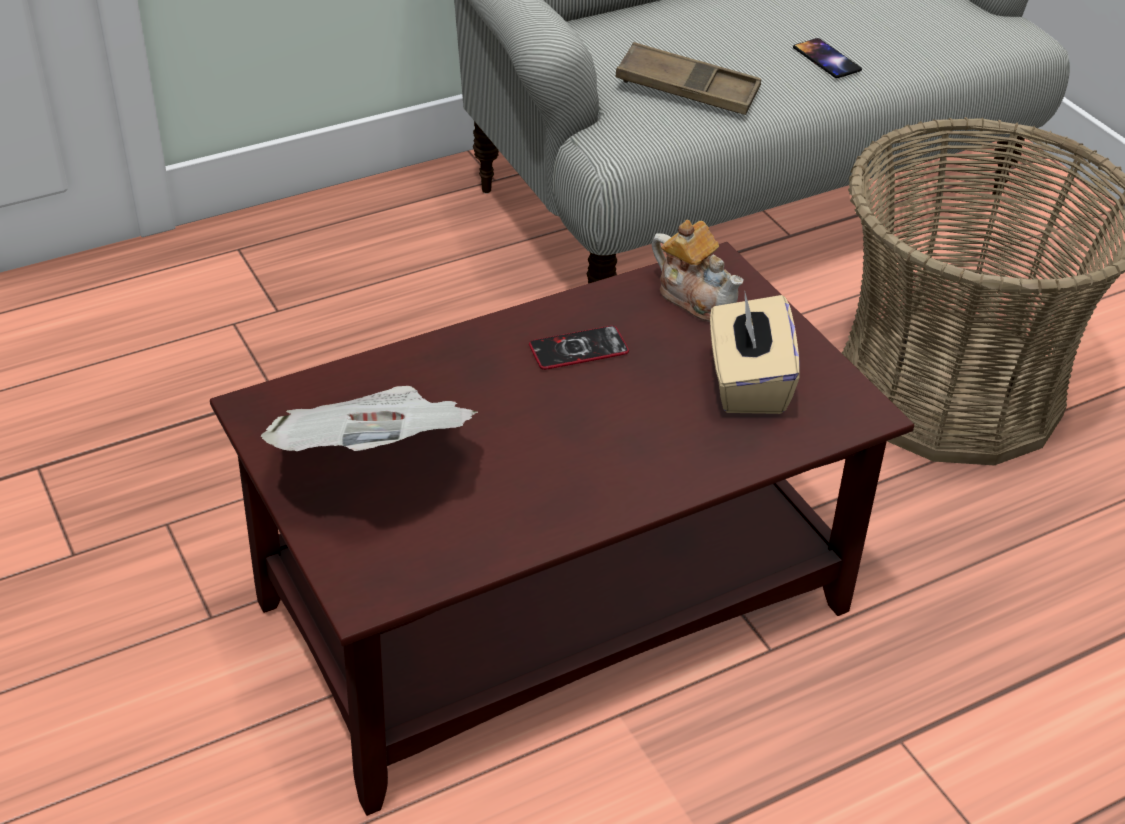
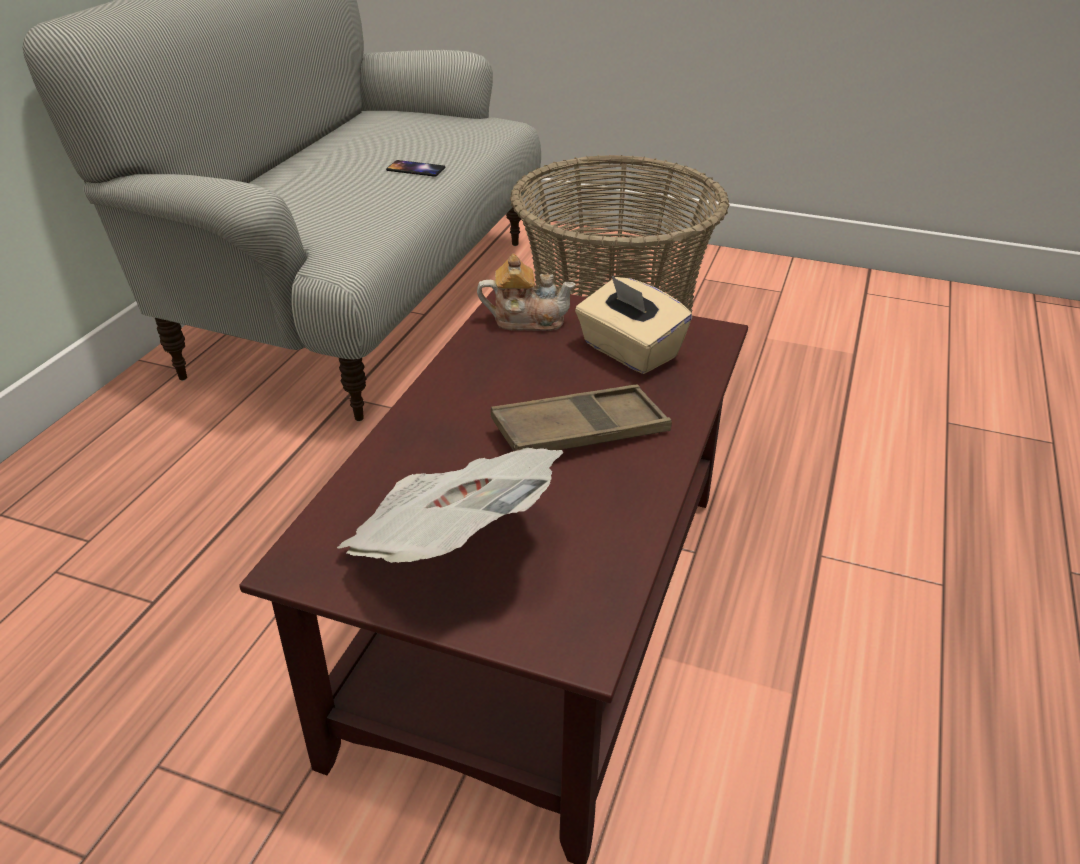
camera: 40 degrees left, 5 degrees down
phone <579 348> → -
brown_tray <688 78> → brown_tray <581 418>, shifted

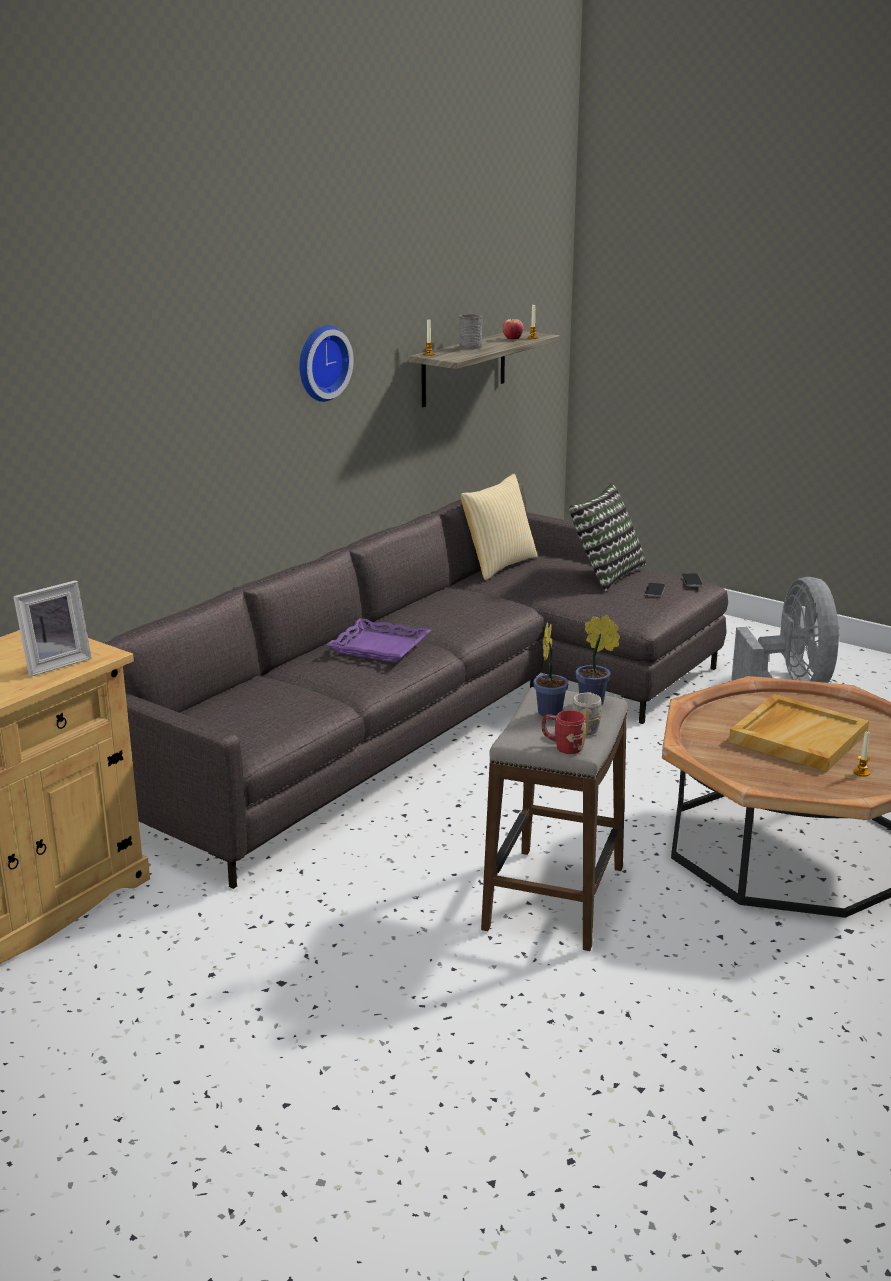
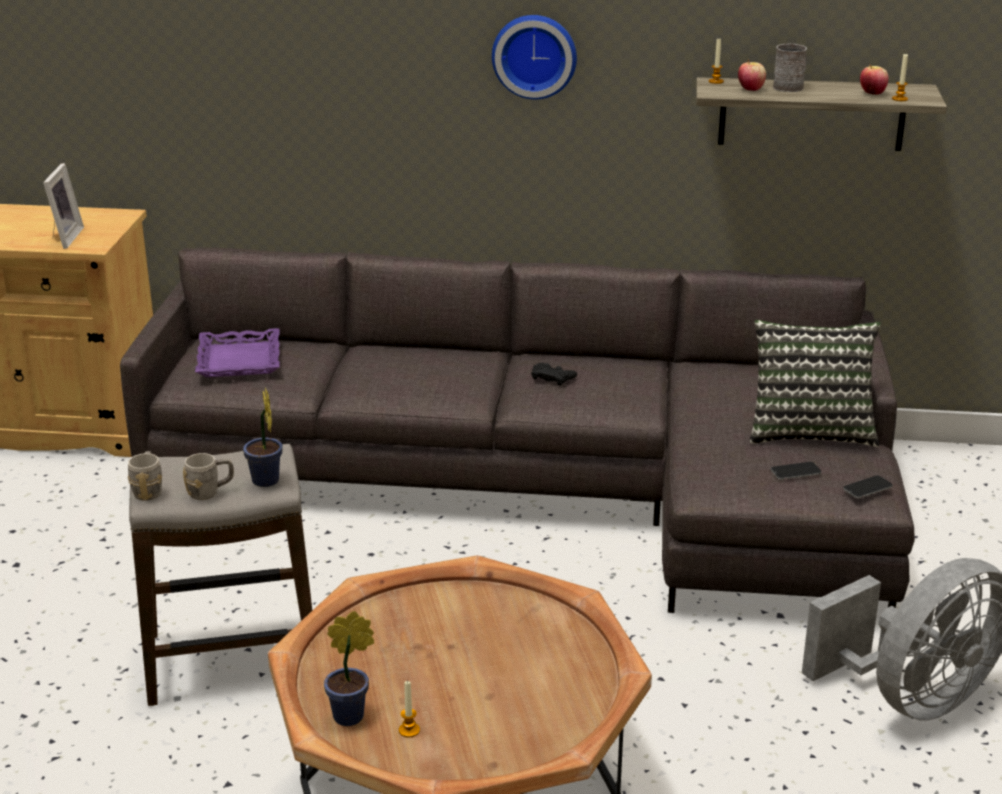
camera: 60 degrees right, 5 degrees up
pillow <499 527> → -
beige_tray <799 733> → -
- → black_game_controller <554 374>
- → apple <752 75>
purple_tray <378 640> → purple_tray <237 352>, shifted
potted_plant <551 669> → potted_plant <349 668>, shifted
red_mug <563 732> → grey_mug <145 476>
picture_frame <52 628> → picture_frame <63 206>, 105 degrees counterclockwise

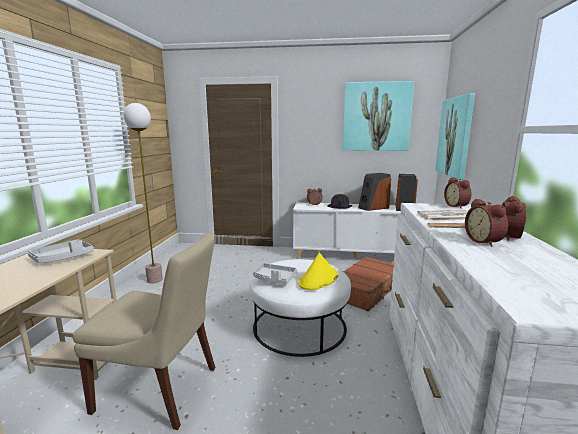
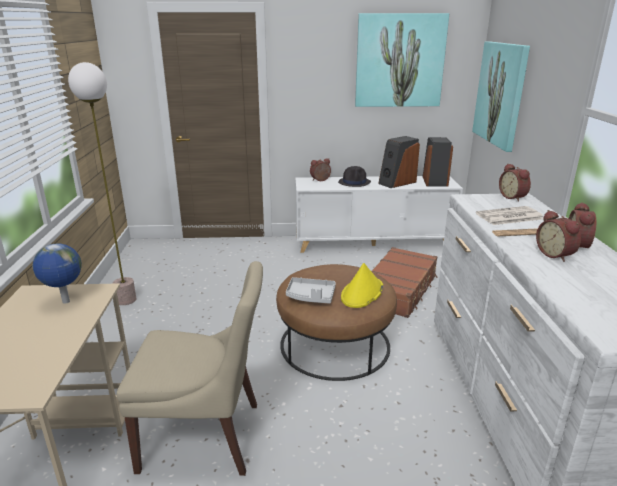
camera: 10 degrees left, 10 degrees up
grey_tray <61 251> → globe <57 274>
white_ottoman <300 308> → brown_ottoman <336 322>

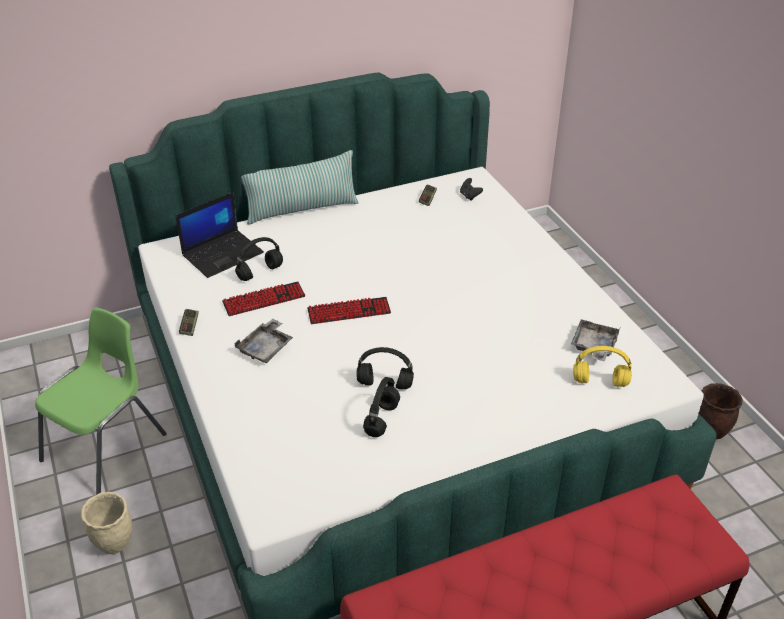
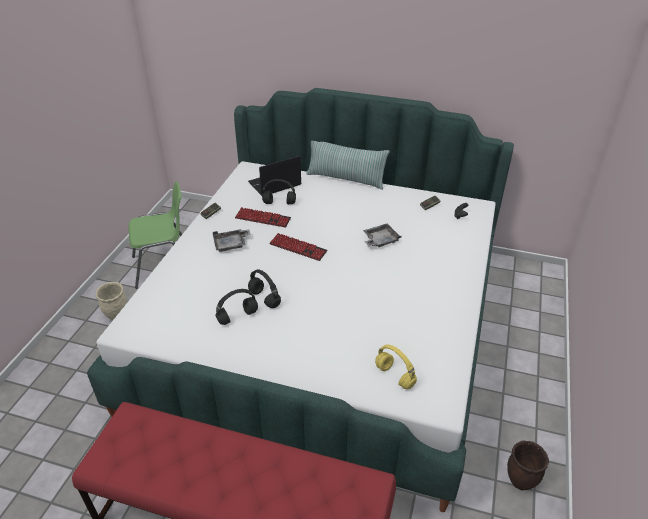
camera: 40 degrees right, 0 degrees up
grey_tray <595 340> → grey_tray <382 235>, shifted
laptop <220 235> → laptop <274 176>, 150 degrees clockwise

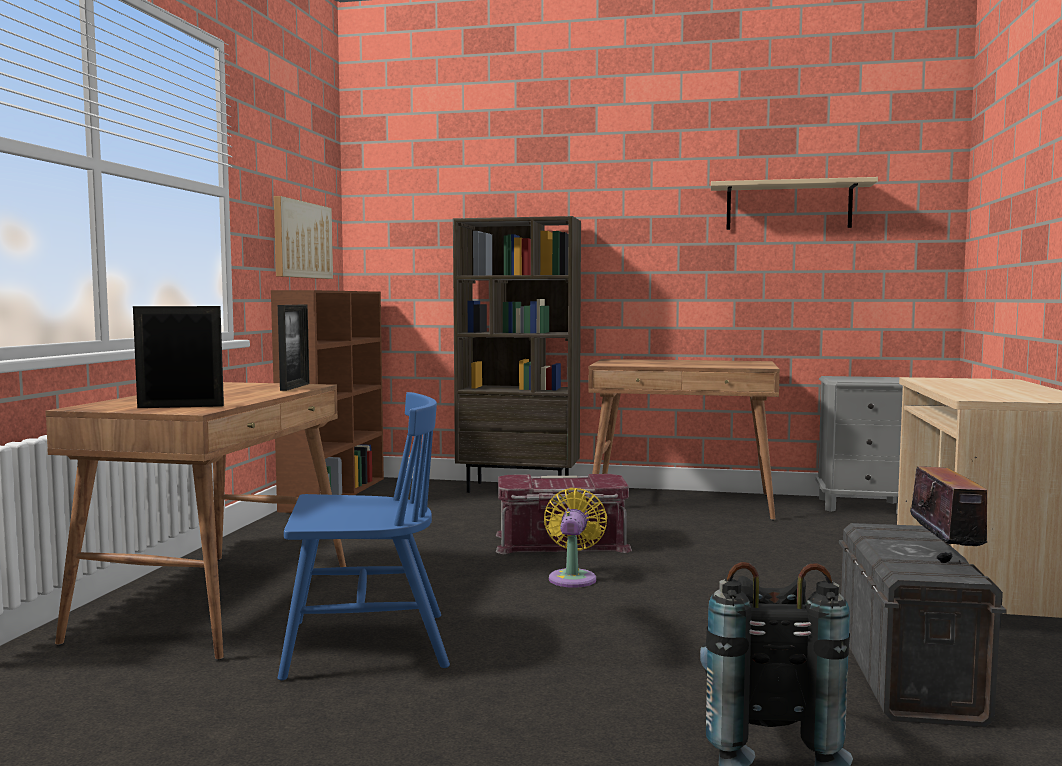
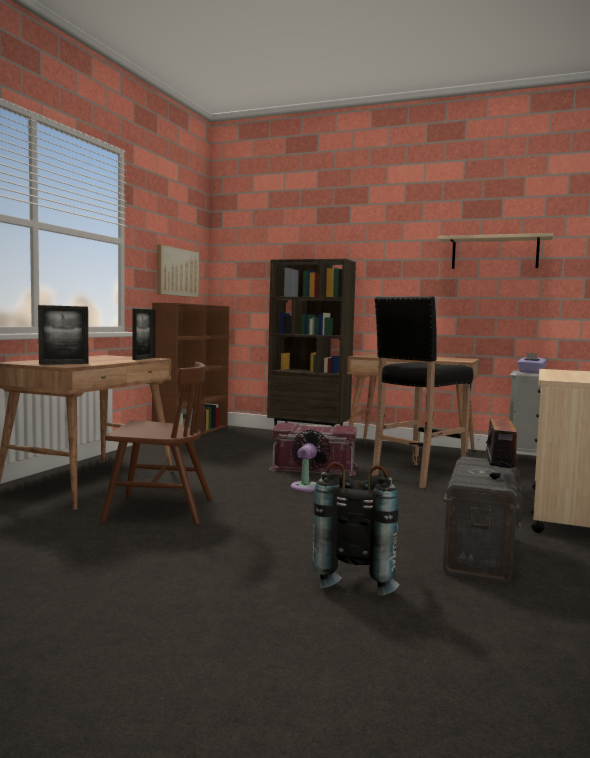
camera: 10 degrees right, 0 degrees up
- → black_stool <422 392>
- → purple_tissue_box <532 363>
blue_chair <364 536> → brown_chair <156 443>
yellow_fan <575 538> → black_fan <311 461>
picture_frame <178 357> → picture_frame <63 335>, 150 degrees clockwise

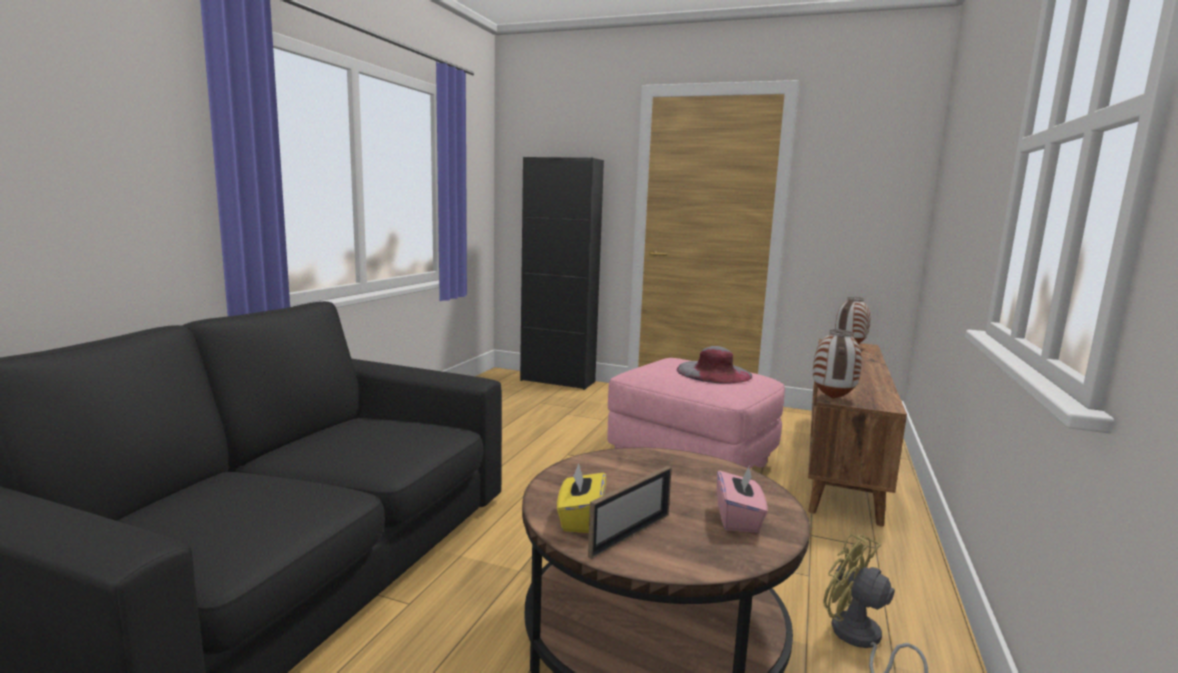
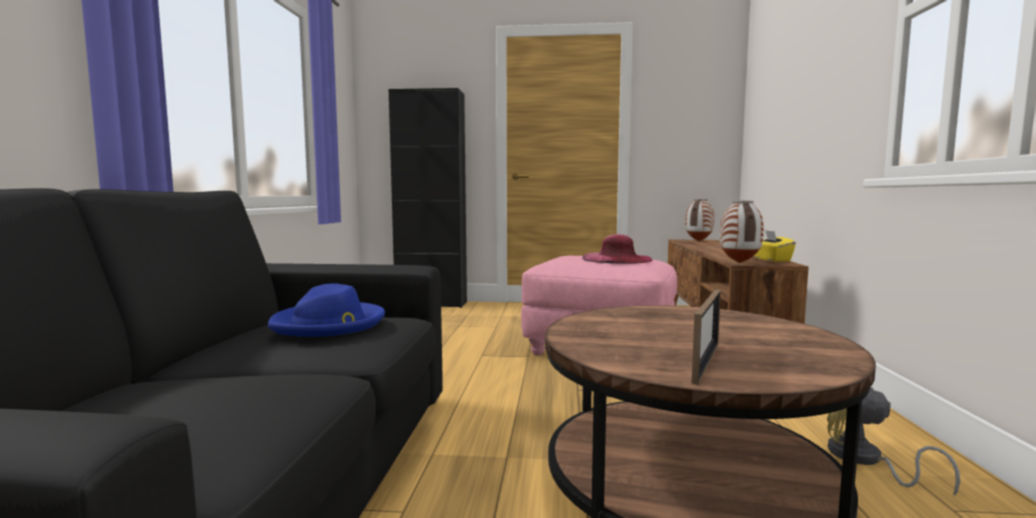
camera: 15 degrees left, 5 degrees down
pink_tissue_box <742 500> → -
- → blue_hat <326 310>
yellow_tissue_box <581 498> → yellow_tissue_box <775 246>, shifted
grey_hat <714 364> → pink_hat <617 249>

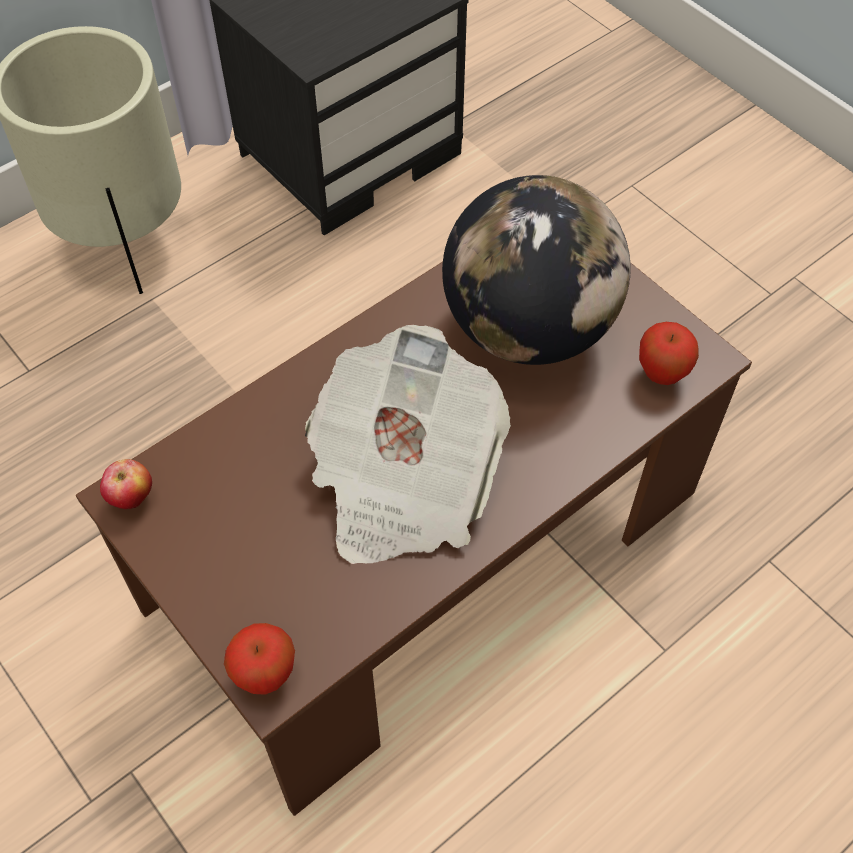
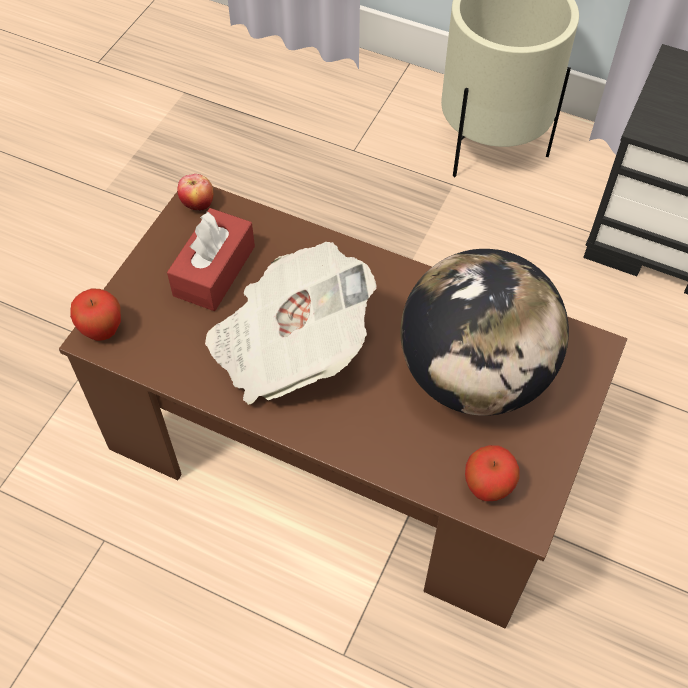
camera: 65 degrees right, 0 degrees up
- → red_tissue_box <211 259>

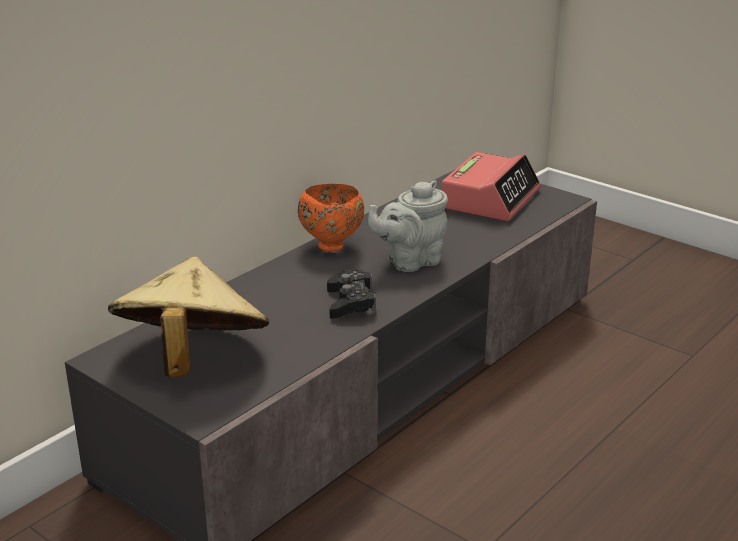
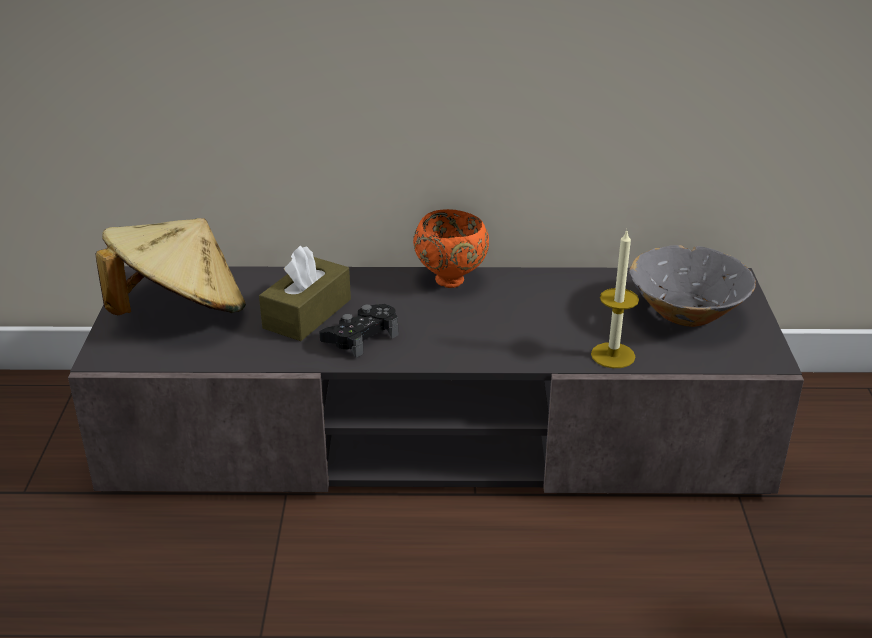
camera: 50 degrees right, 5 degrees up
grey_teapot <408 226> → -
- → brown_tissue_box <305 293>
- → candle <615 299>
alarm_clock <491 186> → grey_bowl <692 286>

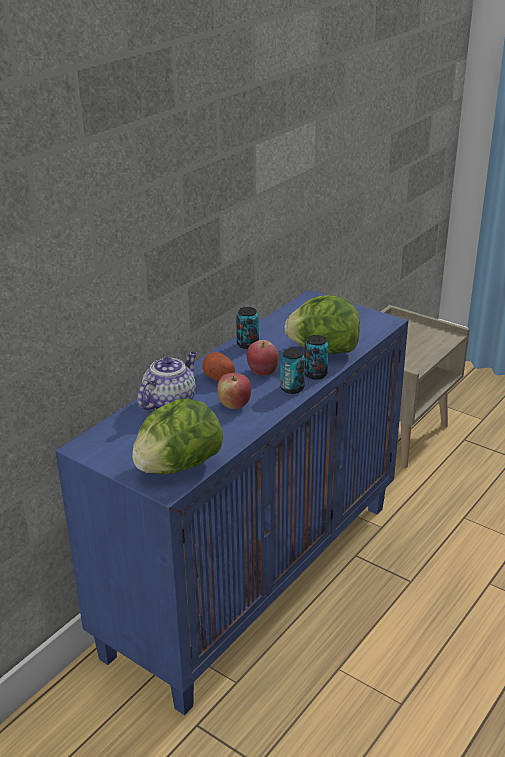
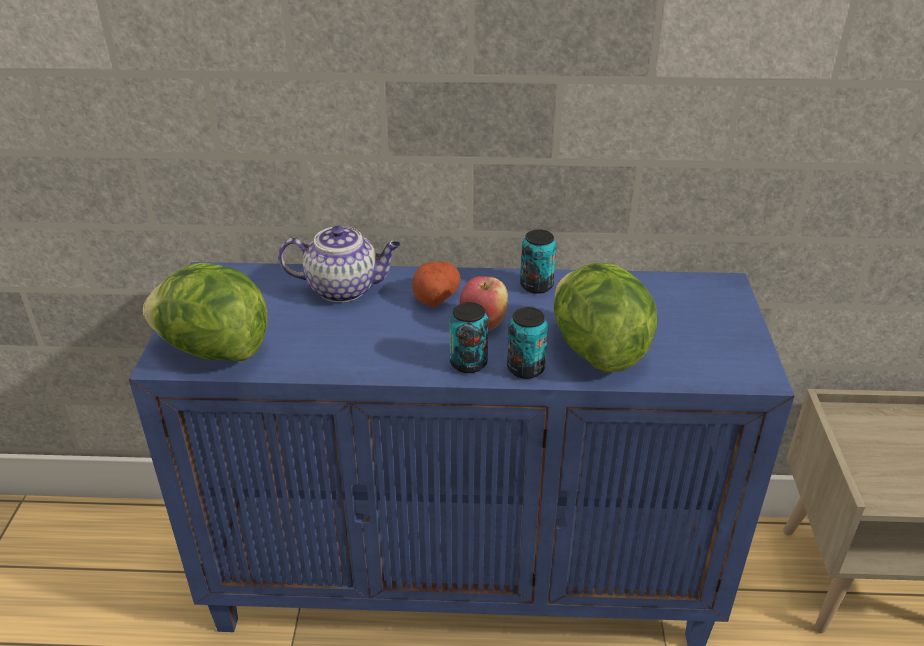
camera: 55 degrees right, 5 degrees up
apple <234 391> → -

